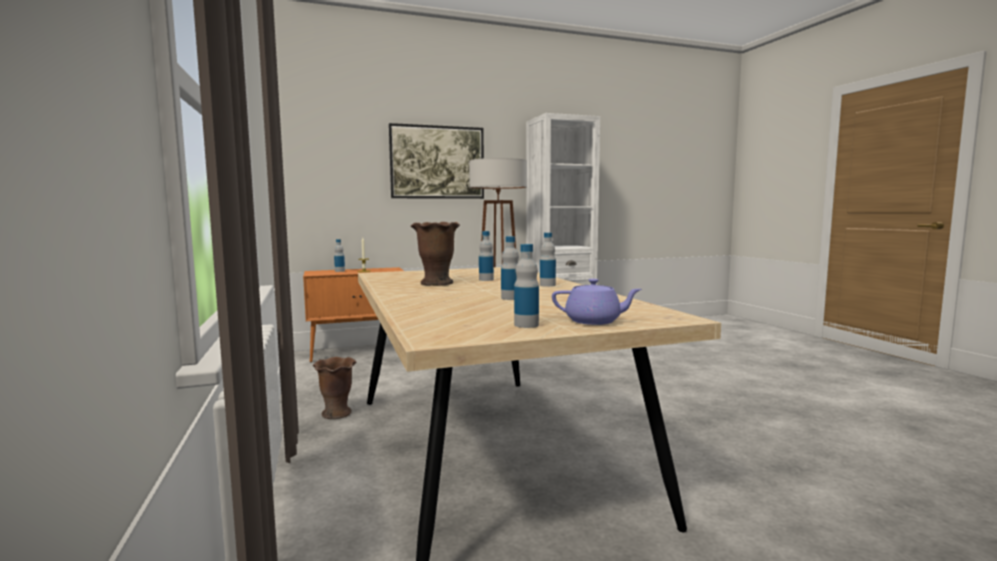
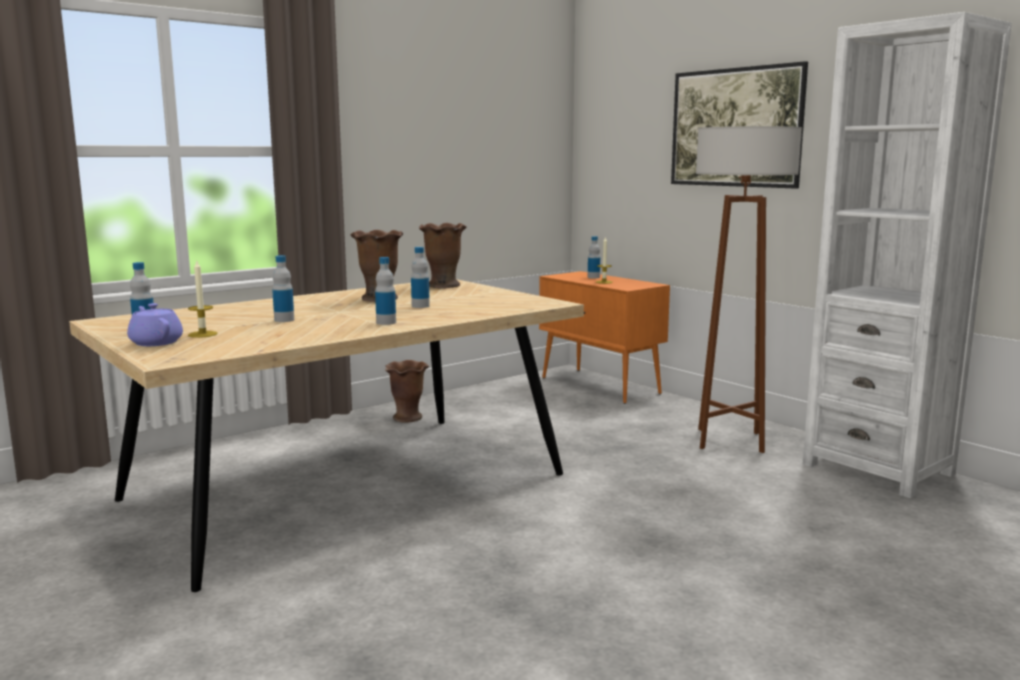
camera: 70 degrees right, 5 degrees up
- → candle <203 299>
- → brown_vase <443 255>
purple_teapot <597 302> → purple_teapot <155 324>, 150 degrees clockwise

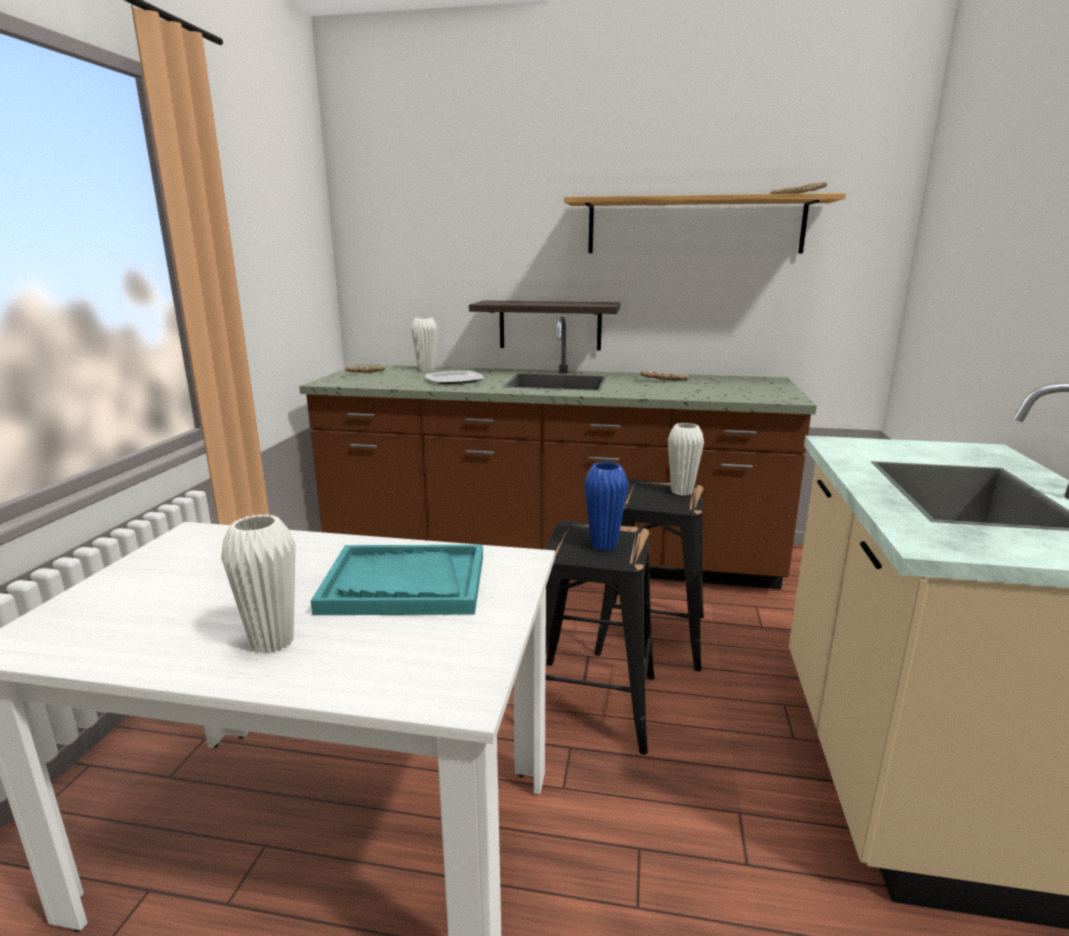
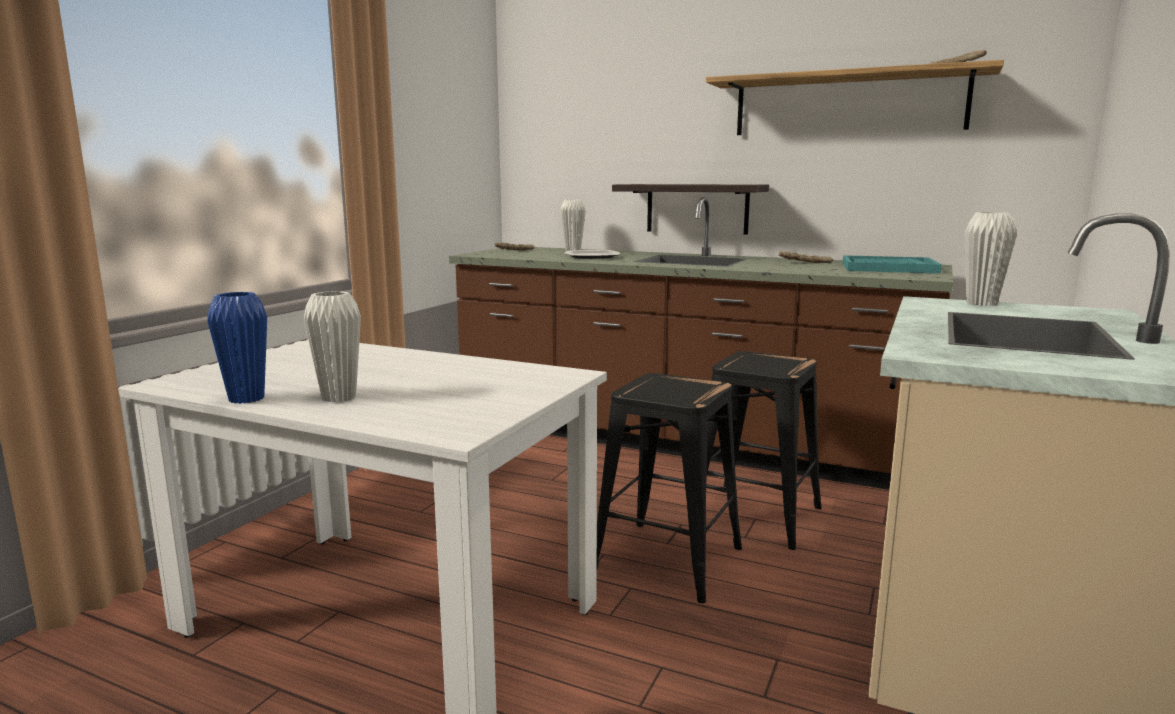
camera: 15 degrees right, 5 degrees down
turquoise_tray <397 580> → turquoise_tray <892 264>, shifted
blue_vase <606 506> → blue_vase <237 348>, shifted
white_vase <686 459> → white_vase <991 259>, shifted

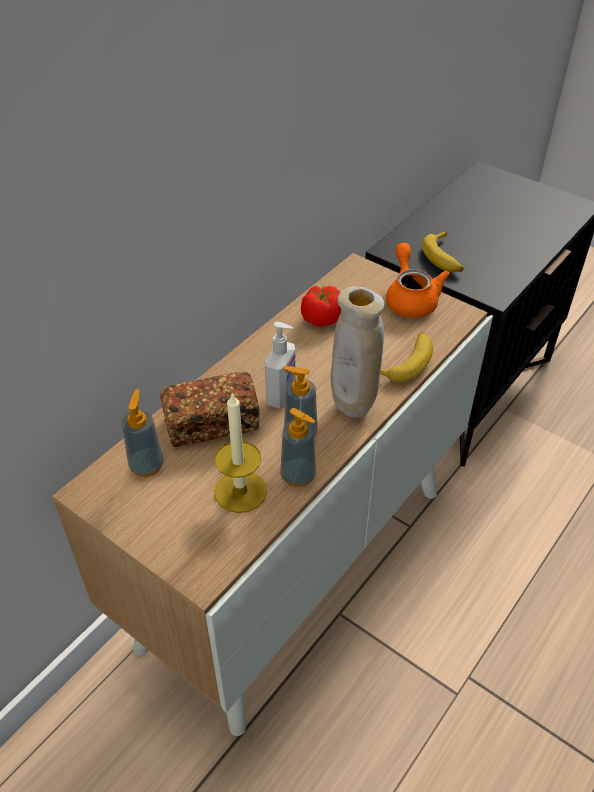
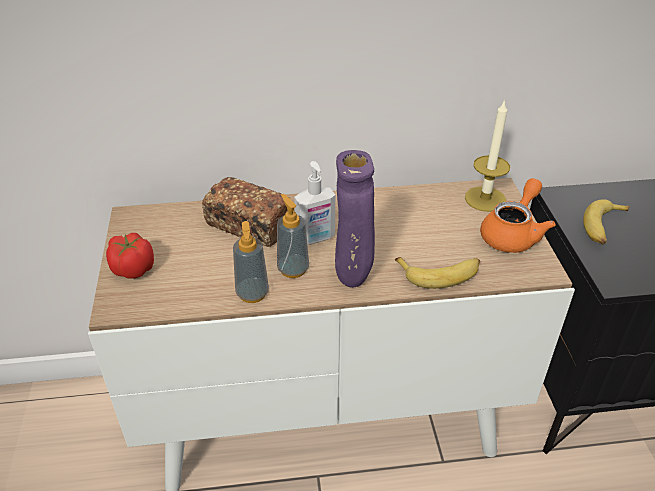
camera: 45 degrees right, 5 degrees down
soap_dispenser <143 433> → -
candle <240 452> → candle <487 155>, shifted
tomato <321 306> → tomato <130 256>, shifted
beige_vase <357 352> → purple_vase <355 219>

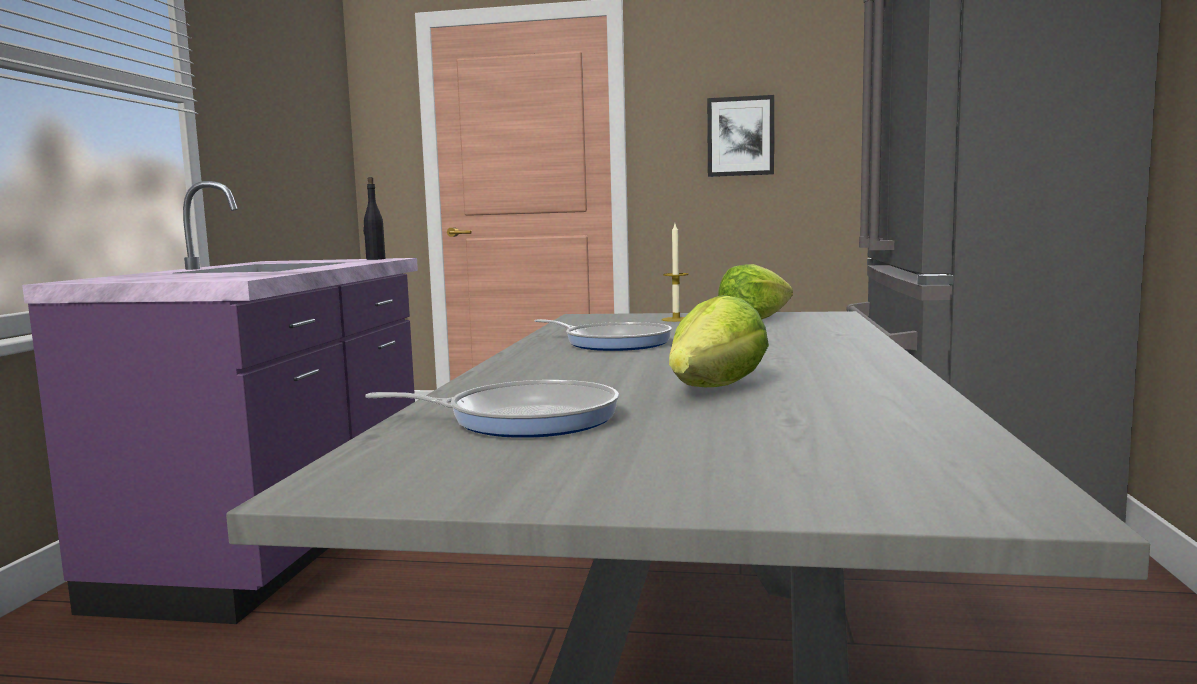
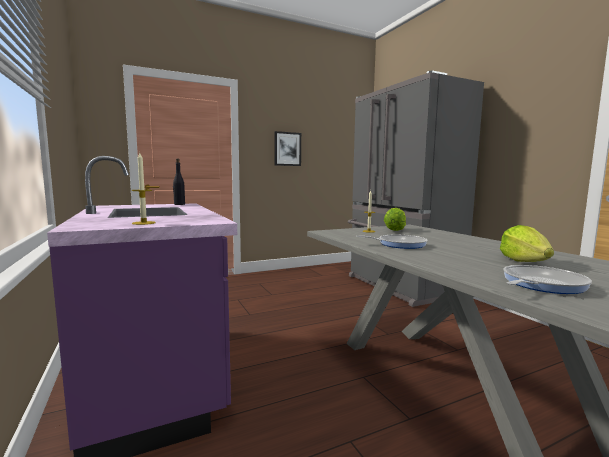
camera: 35 degrees left, 0 degrees up
- → candle <144 189>

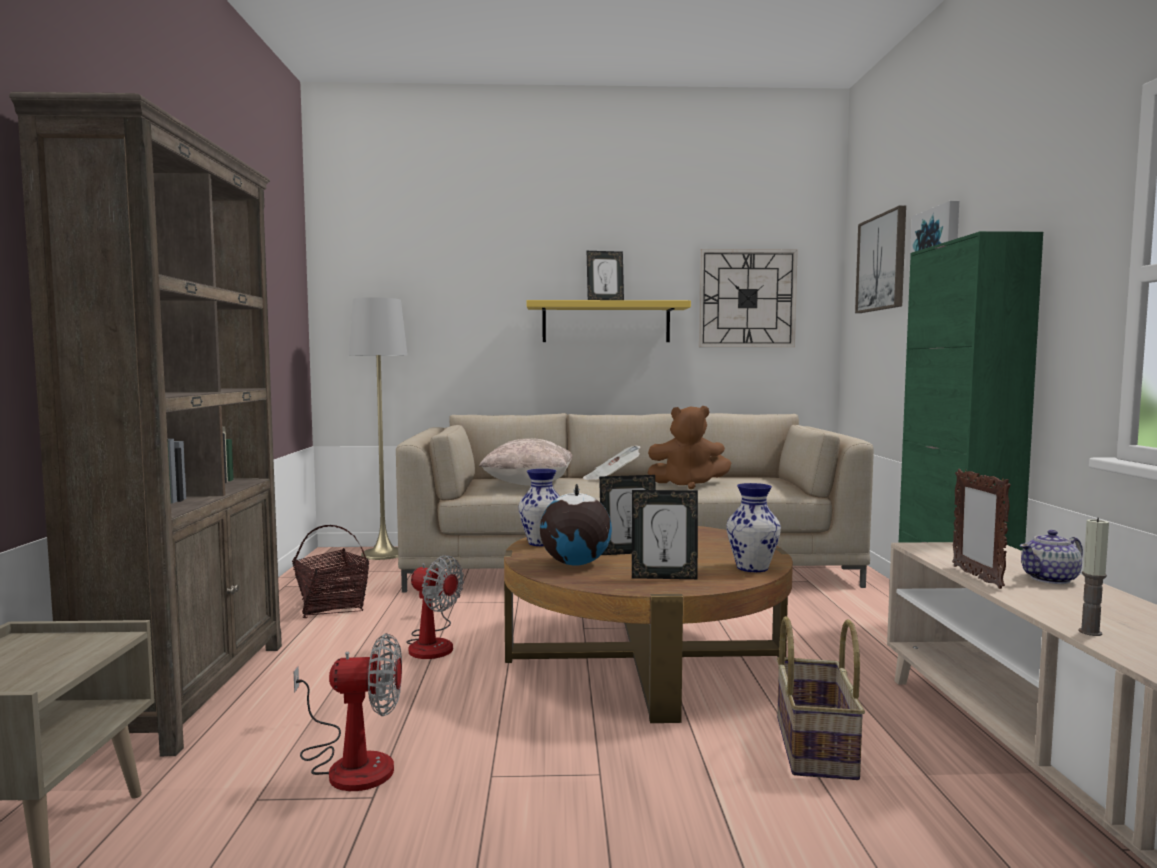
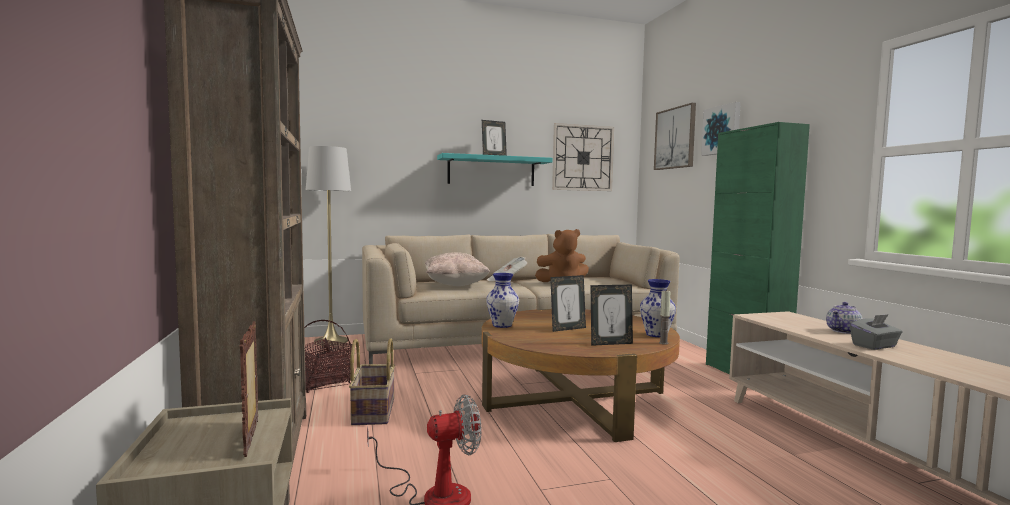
camera: 15 degrees left, 0 degrees up
fan <435 607> → -
globe <576 524> → -
- → grey_tissue_box <876 332>
basket <821 698> → basket <372 381>, shifted
picture_frame <981 529> → picture_frame <249 389>, shifted
candle <1093 577> → candle <665 317>, shifted
yellow_shelf <609 321> → turquoise_shelf <495 169>

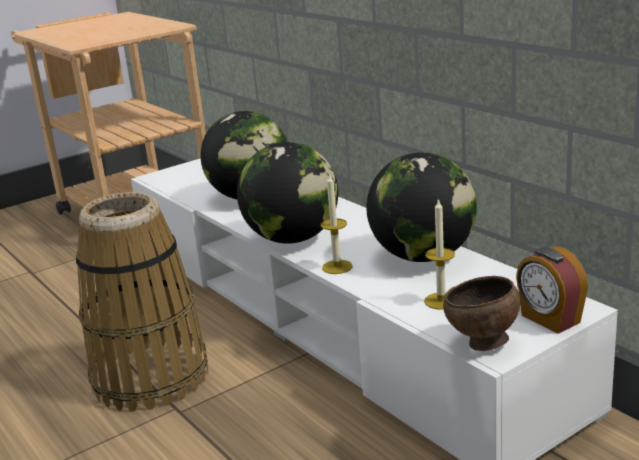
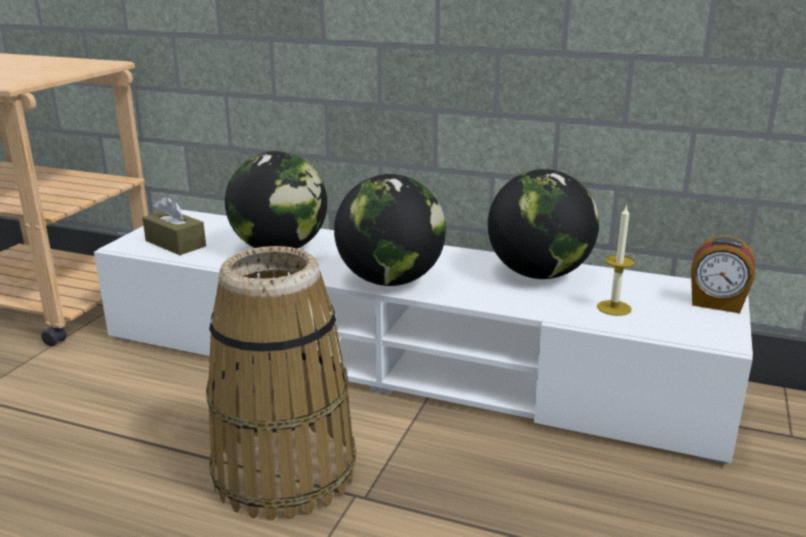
camera: 35 degrees left, 0 degrees up
candle <337 223> → -
brown_bowl <481 313> → -
- → brown_tissue_box <174 225>

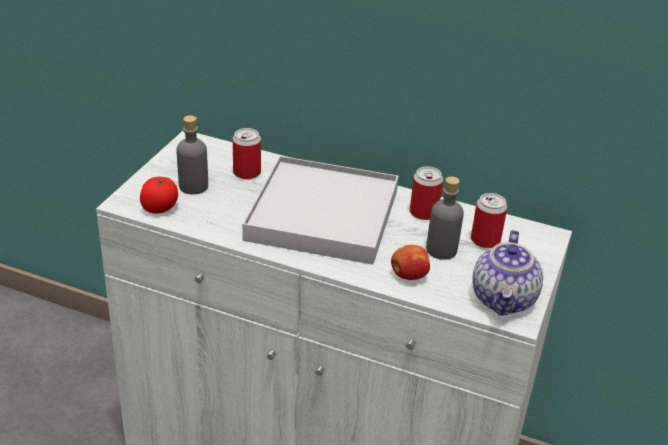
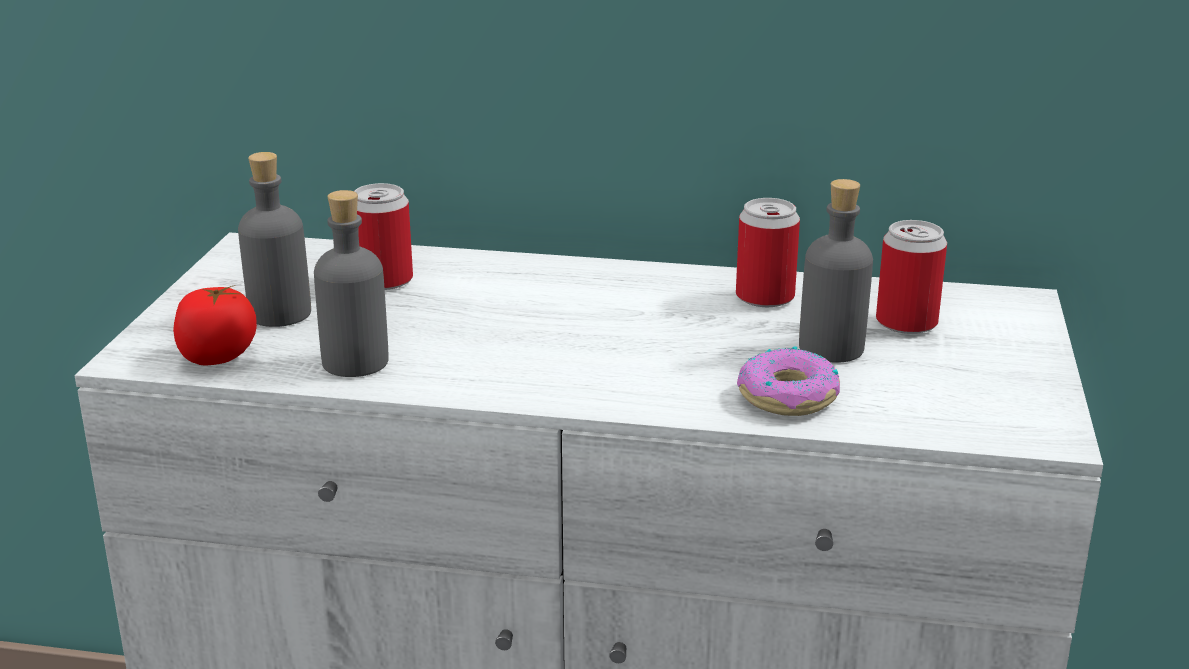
camera: 10 degrees left, 10 degrees down
white_tray <320 210> → -
teapot <507 272> → -
- → grey_bottle <351 283>
apple <410 262> → donut <788 381>

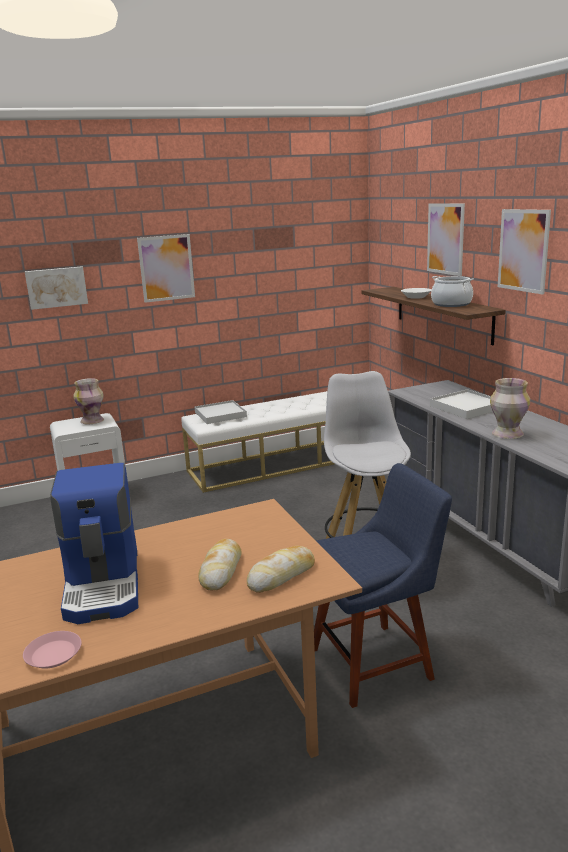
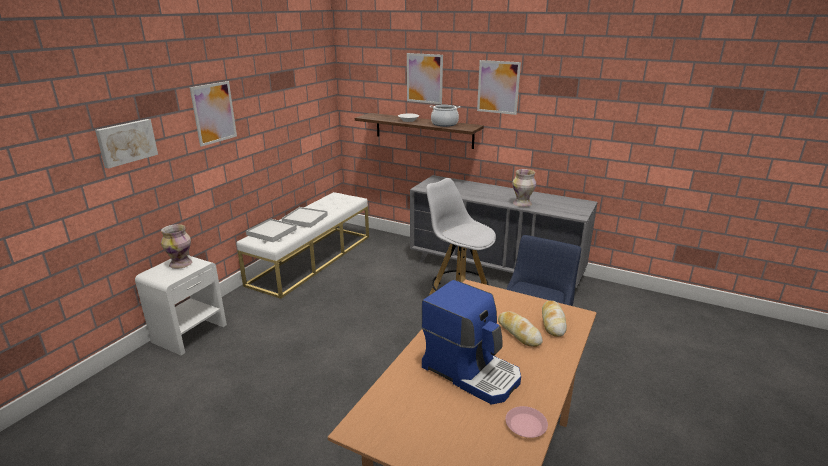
camera: 40 degrees left, 5 degrees up
white_tray <461 404> → white_tray <305 217>, shifted

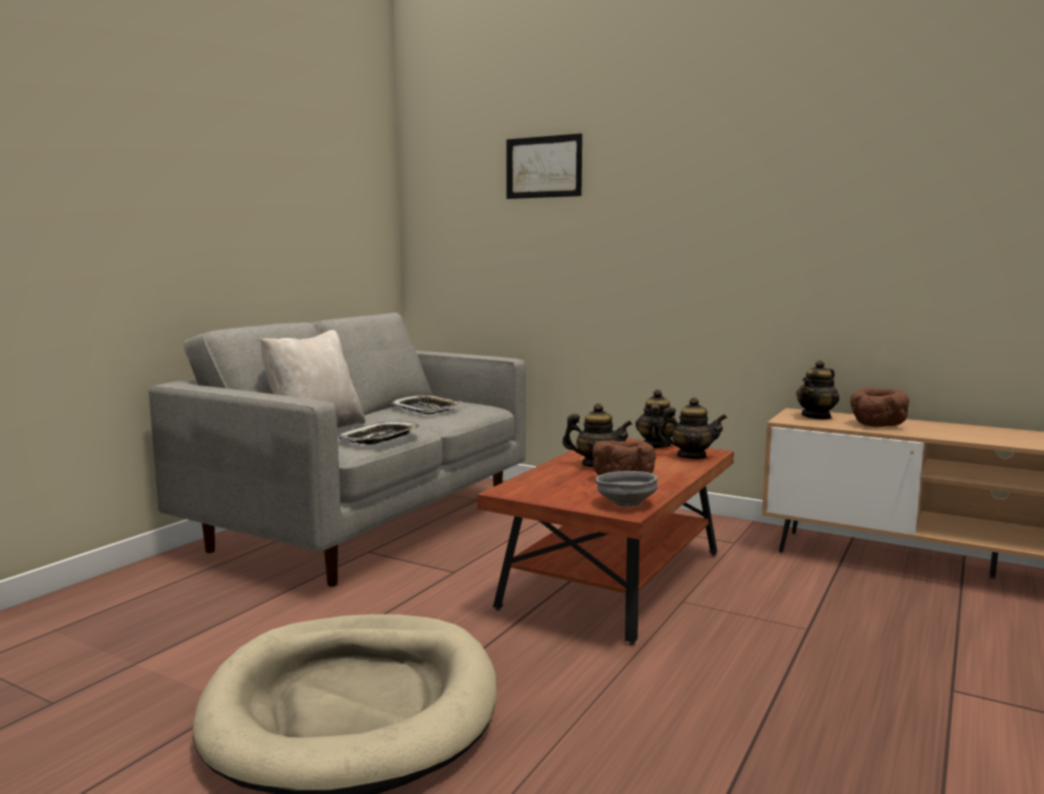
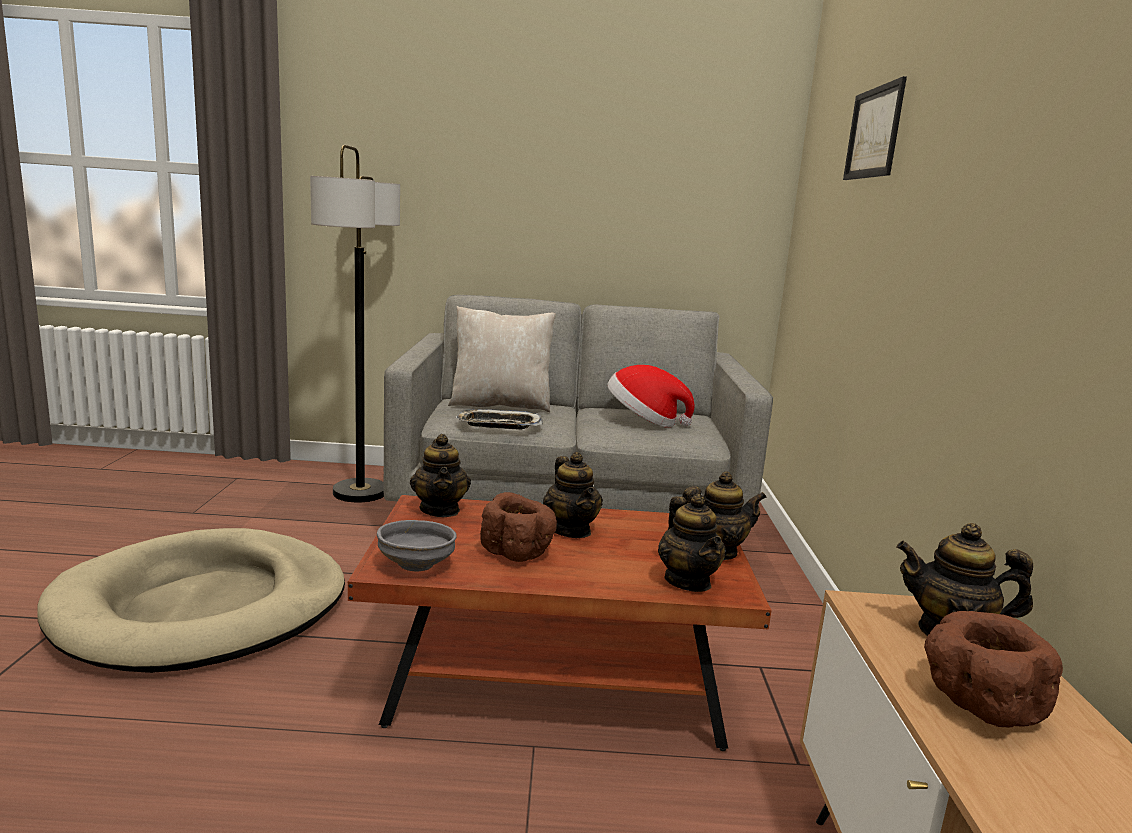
camera: 60 degrees right, 5 degrees up
- → floor_lamp <355 323>
- → teapot <440 475>
tray <425 404> → hat <650 396>

